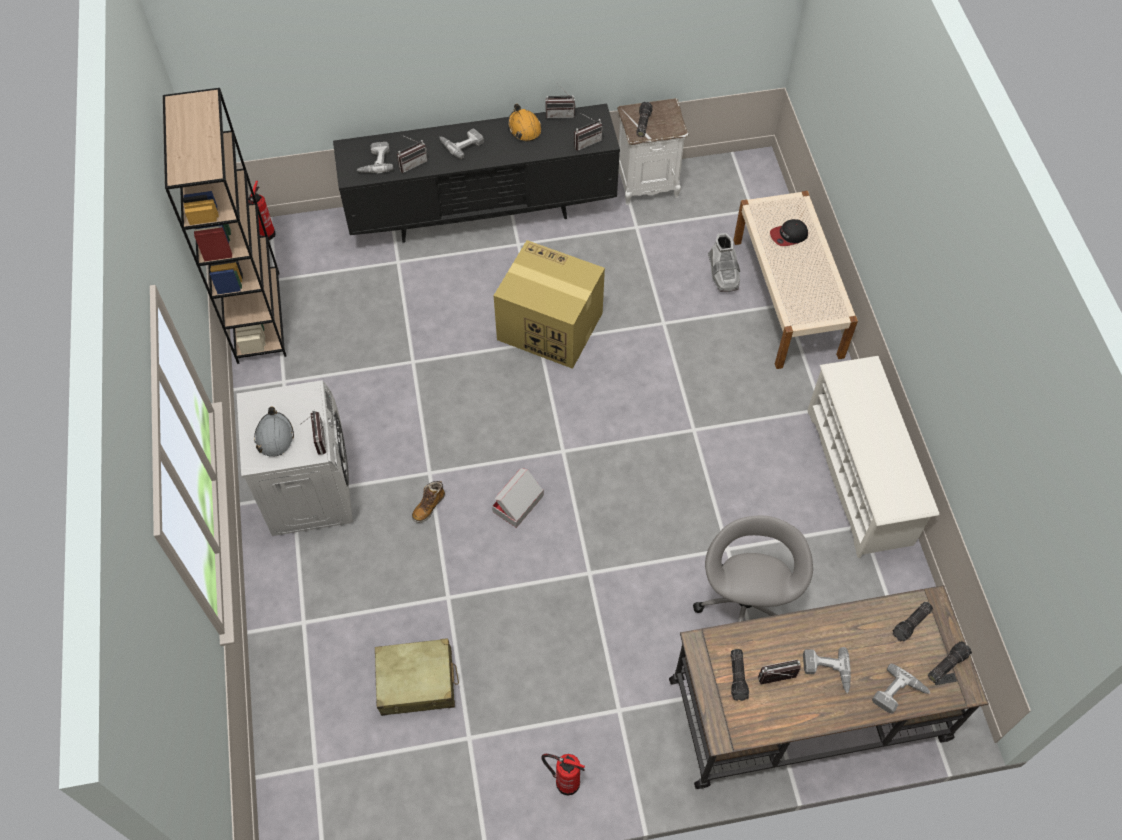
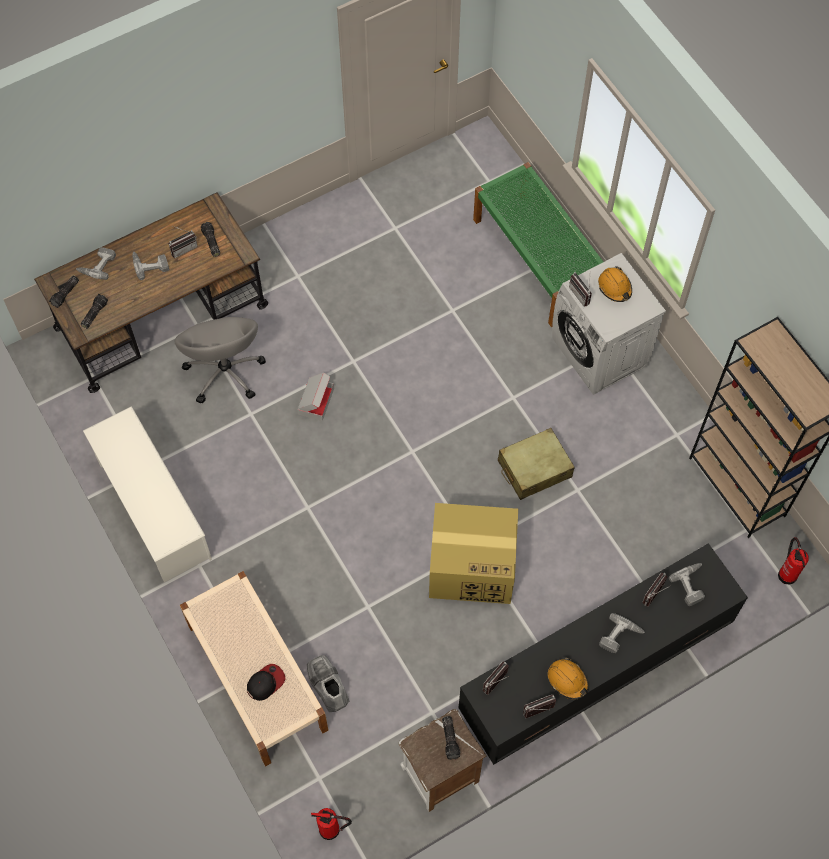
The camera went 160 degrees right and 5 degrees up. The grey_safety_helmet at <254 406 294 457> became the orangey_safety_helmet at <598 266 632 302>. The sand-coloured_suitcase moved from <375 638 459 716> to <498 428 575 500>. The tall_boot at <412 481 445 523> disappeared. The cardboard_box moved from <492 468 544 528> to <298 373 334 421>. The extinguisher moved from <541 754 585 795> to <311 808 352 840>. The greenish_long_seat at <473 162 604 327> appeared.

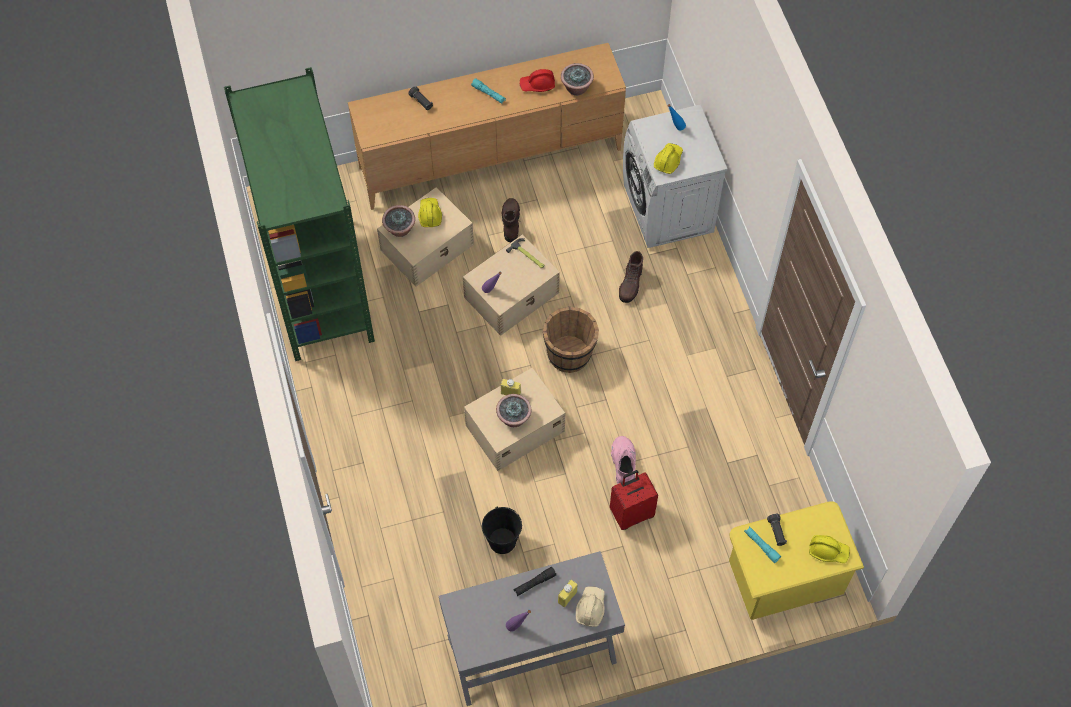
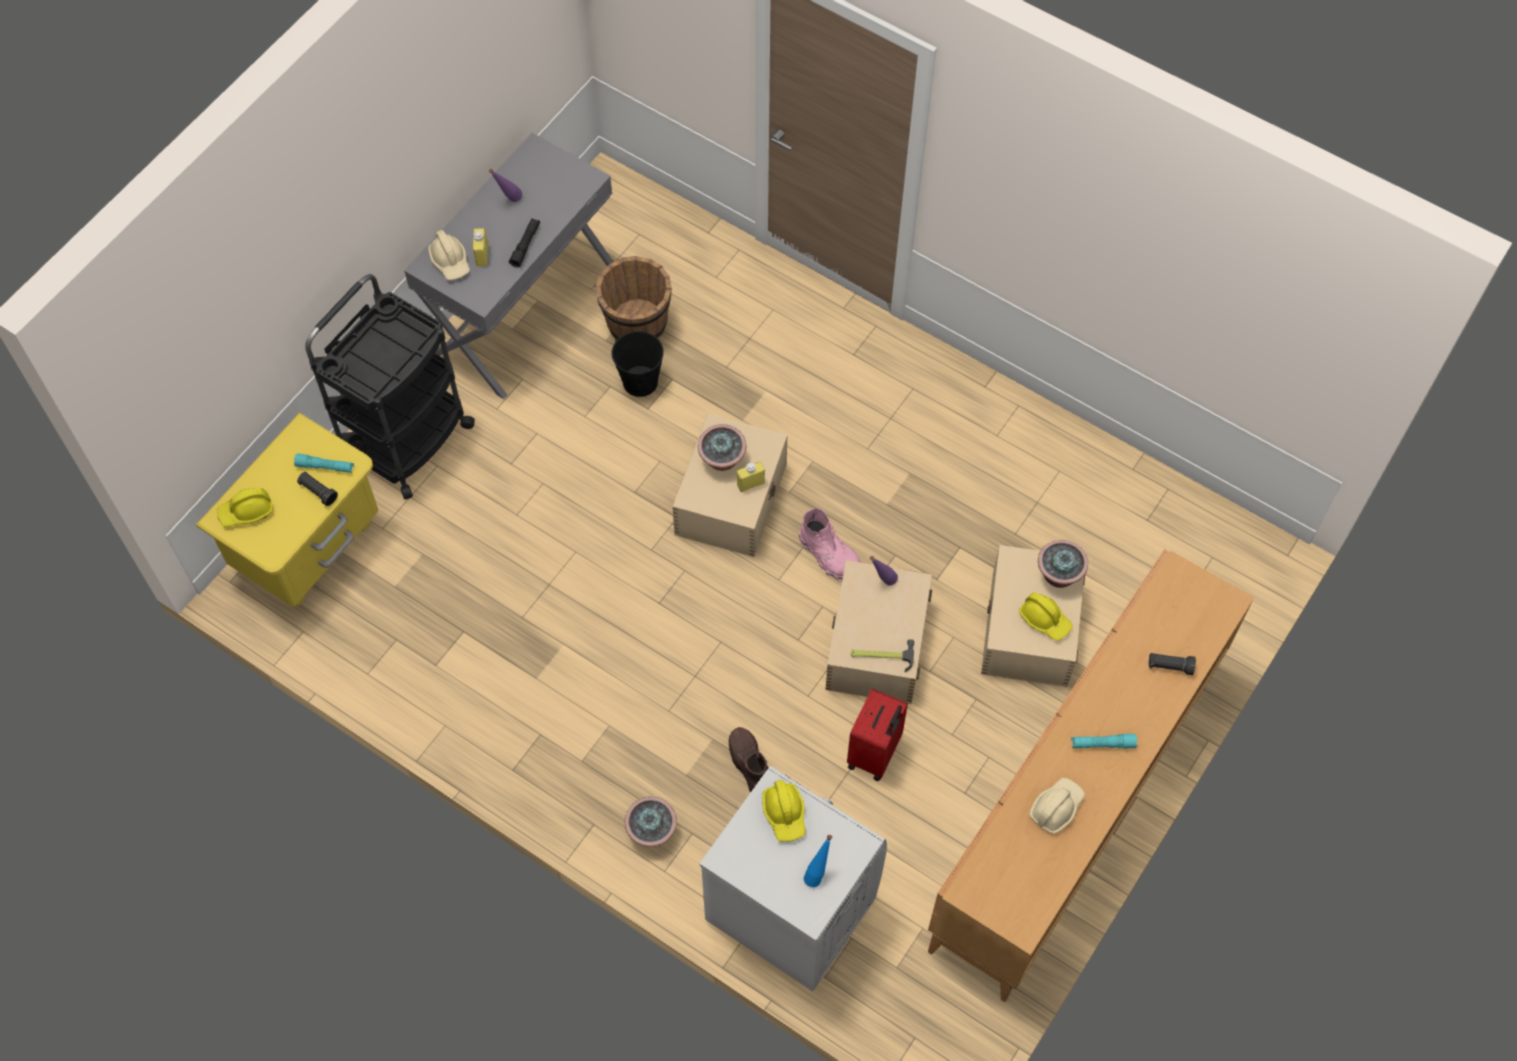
The camera went 140 degrees right and 0 degrees up. The greenish_bookcase at <224 67 375 361> disappeared. The brownish_tall_boot at <502 198 520 242> disappeared. The reddish_safety_helmet at <520 69 555 92> became the sand-coloured_safety_helmet at <1029 778 1085 834>. The brownish_bucket moved from <543 307 599 373> to <595 256 672 340>. The potted_plant moved from <561 63 594 96> to <625 796 677 847>. The reddish_suitcase moved from <610 470 658 530> to <847 688 908 781>. The pink-coloured_tall_boot moved from <611 436 636 484> to <799 508 861 581>. The black_wheeled_cart at <305 274 475 499> appeared.

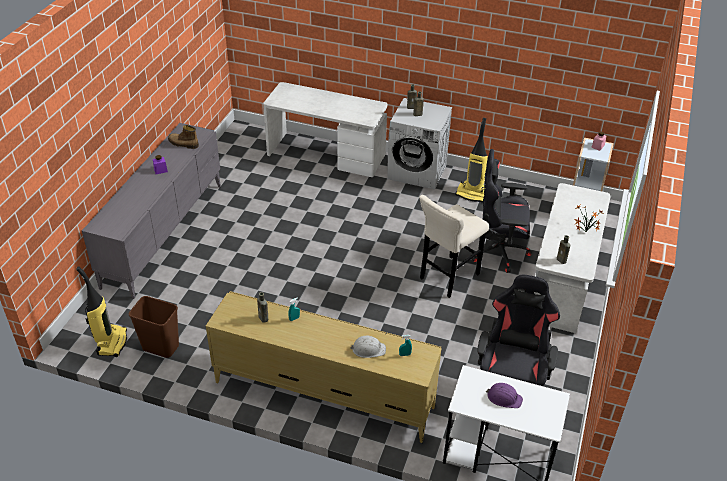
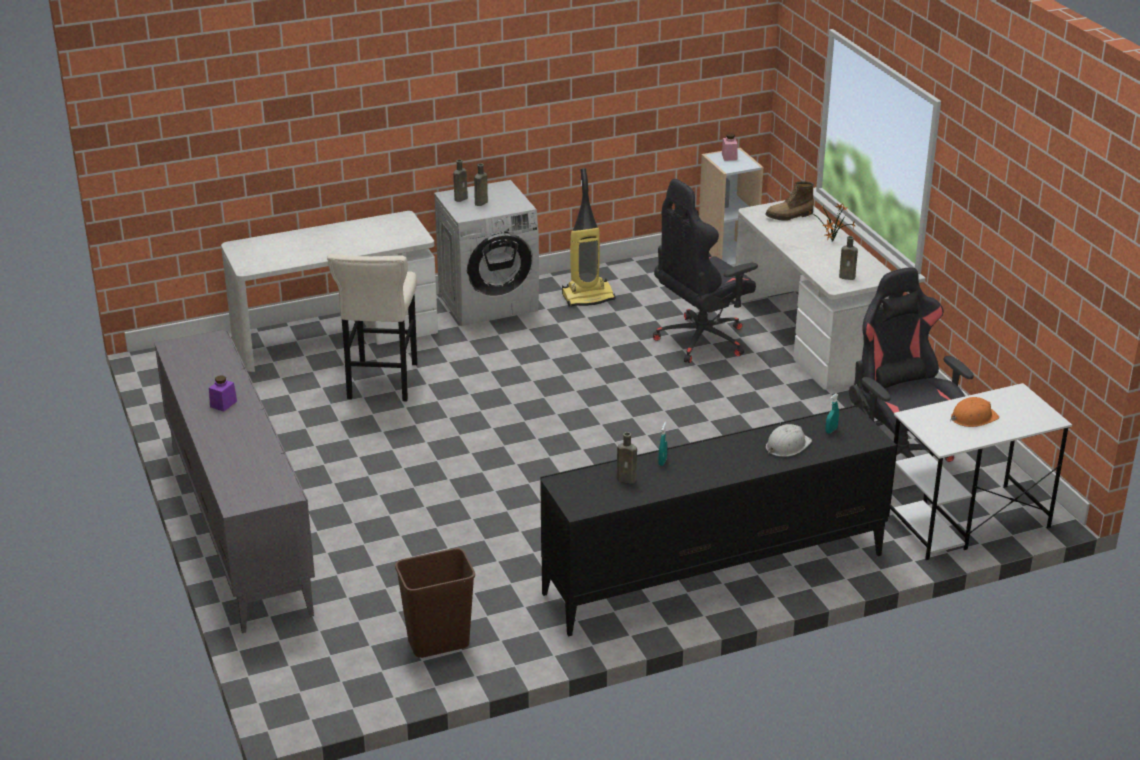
The camera went 40 degrees left and 10 degrees down. The vacuum_cleaner at <76 266 127 357> disappeared. The tall_boot moved from <168 125 199 149> to <765 181 814 221>. The sand-coloured_cupboard at <205 291 442 443> became the black_cupboard at <540 405 897 637>. The sand-coloured_stool moved from <419 195 489 298> to <327 254 417 401>. The purple_safety_helmet at <486 383 523 408> became the orangey_safety_helmet at <951 397 999 427>.

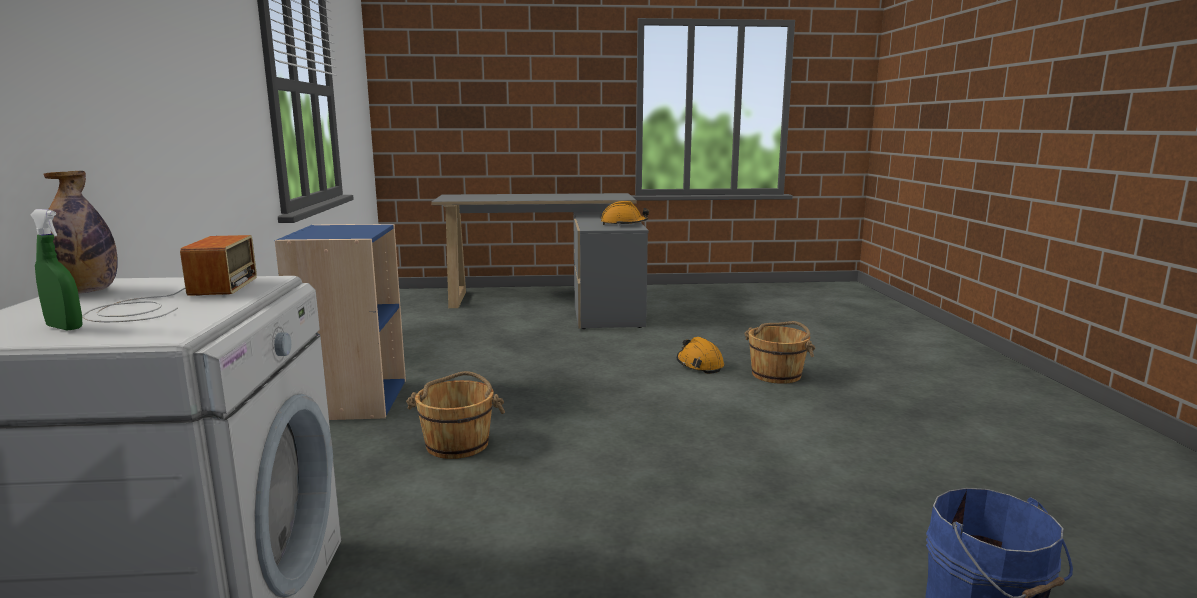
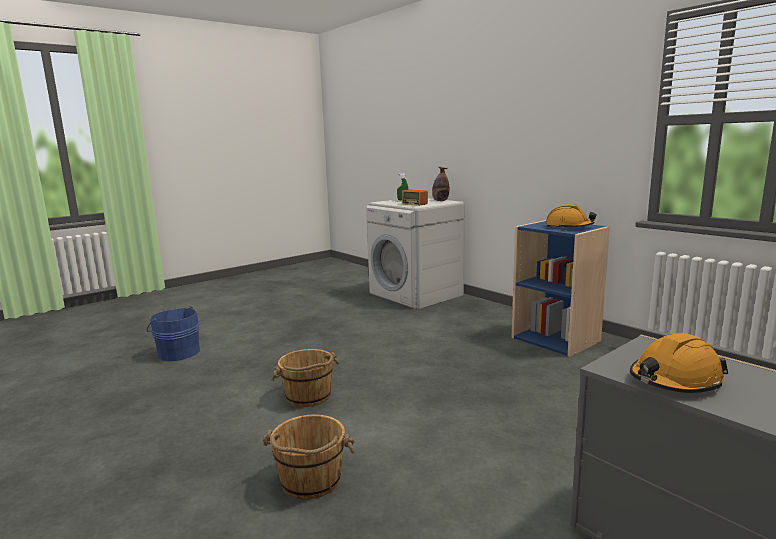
The camera went 145 degrees right and 0 degrees up. The brownish_bucket moved from <406 371 505 459> to <271 349 339 407>. The orangey_safety_helmet moved from <677 337 724 374> to <546 204 596 229>.

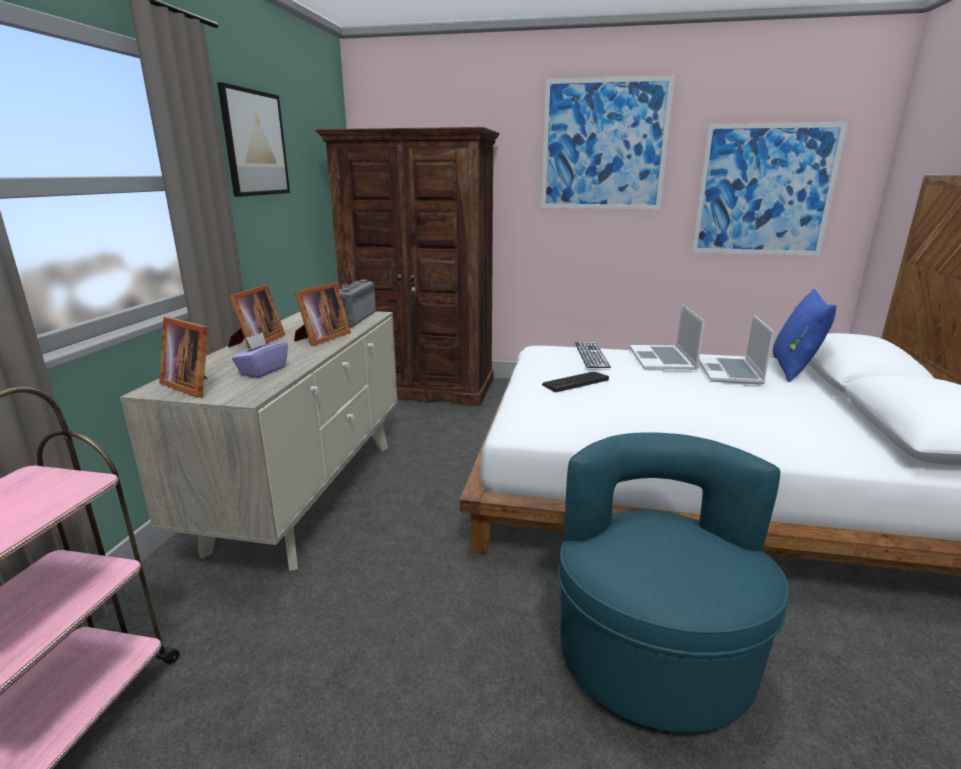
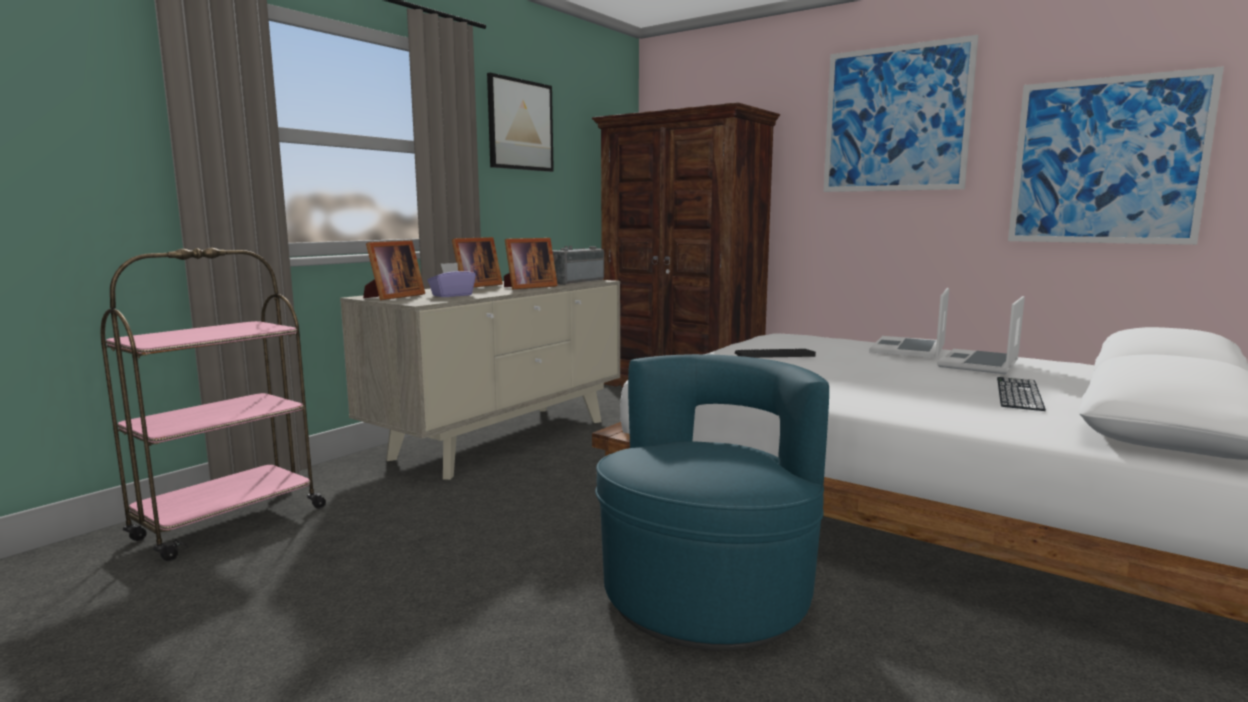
The camera went 25 degrees right and 10 degrees down. The photo_frame at <159 317 208 398> turned 120 degrees counterclockwise. The PC_keyboard moved from <575 342 611 368> to <997 377 1046 411>. The blue_cushion at <773 289 836 382> disappeared.

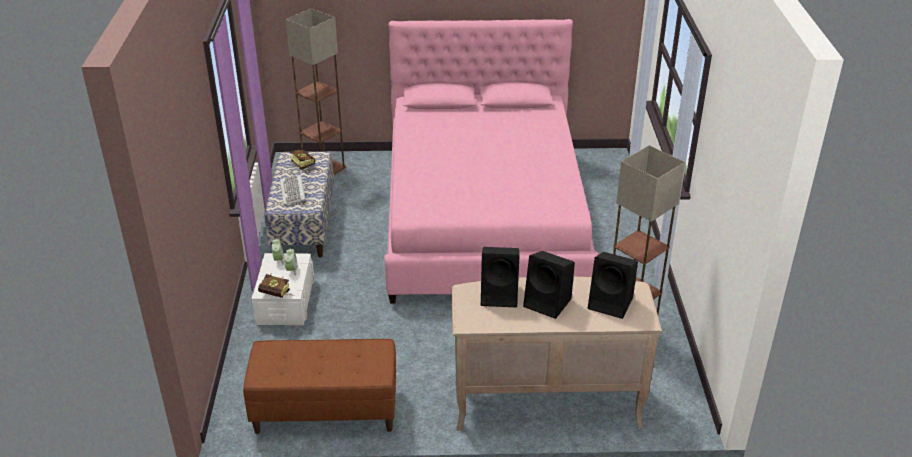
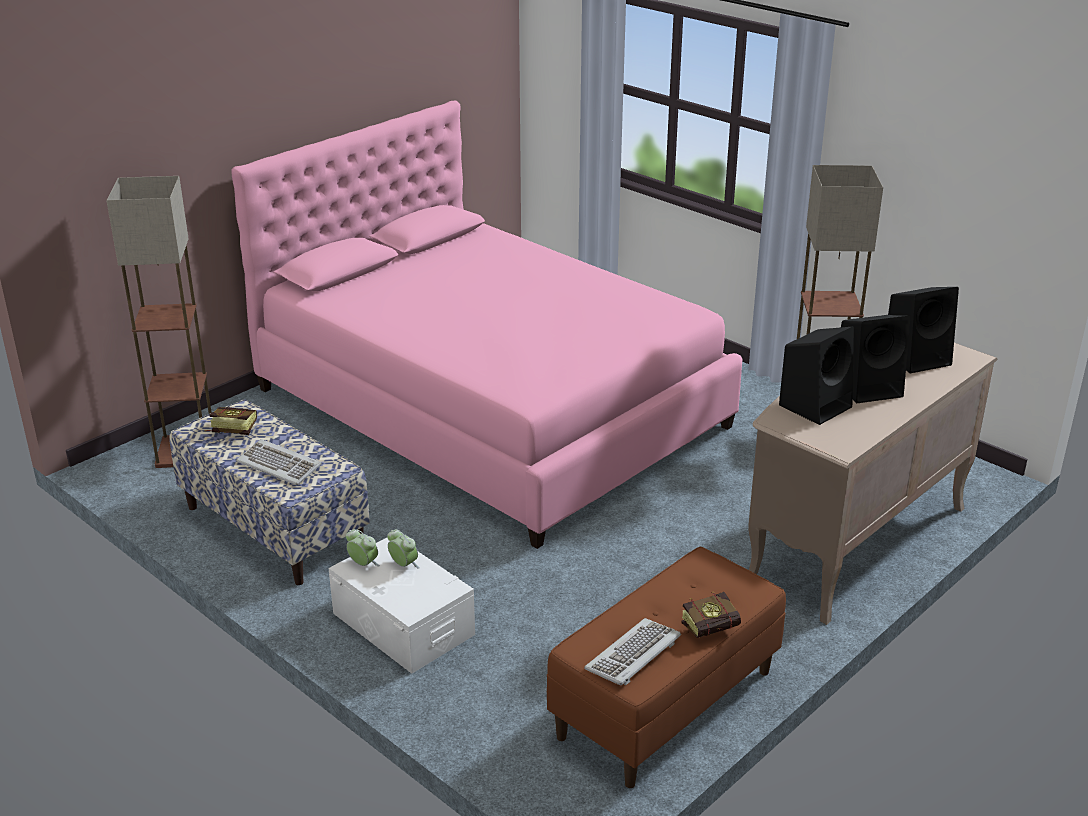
The camera went 45 degrees left and 5 degrees down. The volume moved from <258 273 294 298> to <682 592 741 638>. The PC_keyboard at <584 618 681 686> appeared.

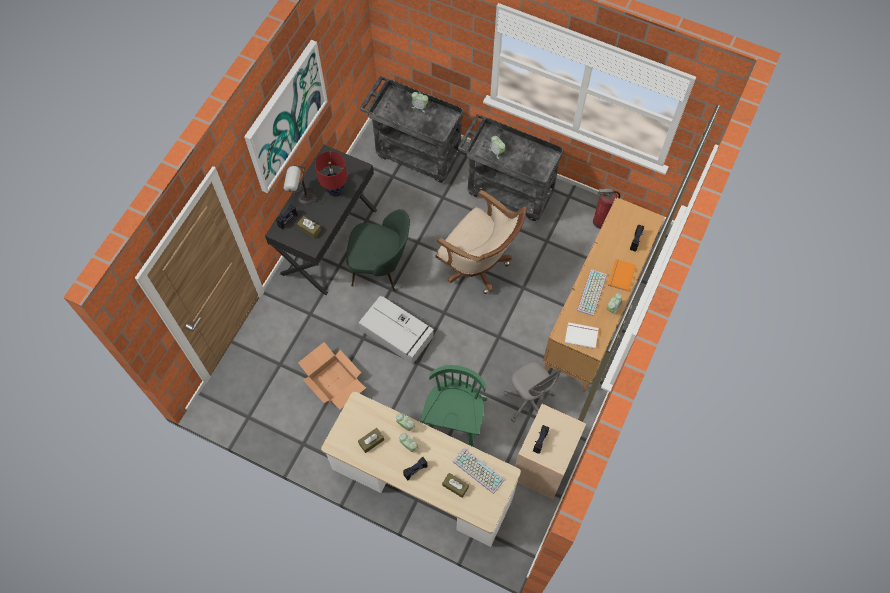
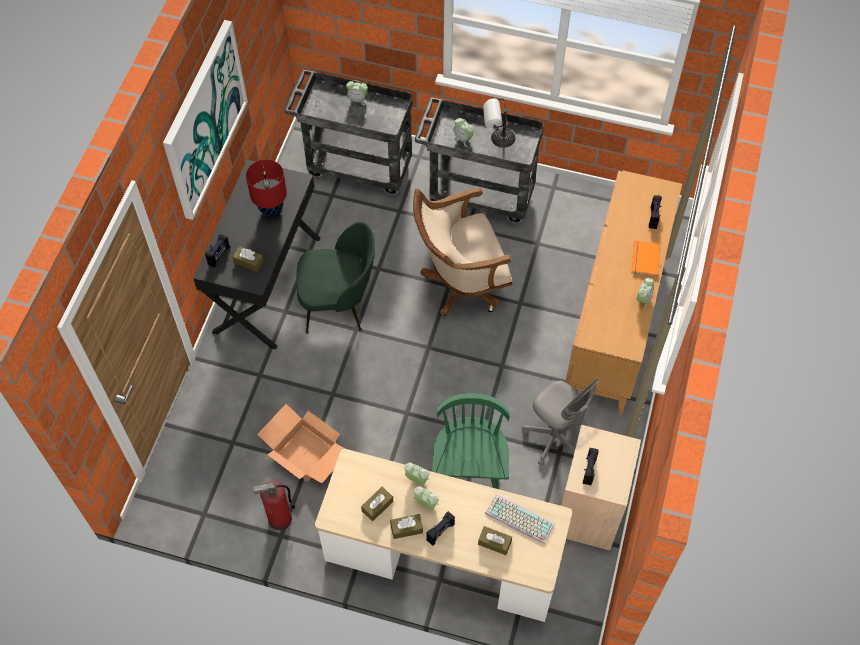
The camera went 10 degrees left and 5 degrees down. The lamp_for_a_table moved from <284 165 317 205> to <483 99 515 148>. The grey_storage_box at <359 296 434 364> disappeared. The computer_chair at <435 190 527 294> turned 135 degrees clockwise. The white_volume at <565 322 599 349> disappeared. The PC_keyboard at <577 269 607 316> disappeared. The extinguisher moved from <593 188 620 229> to <253 481 295 530>. The brownish_box_of_tissues at <390 514 423 539> appeared.

